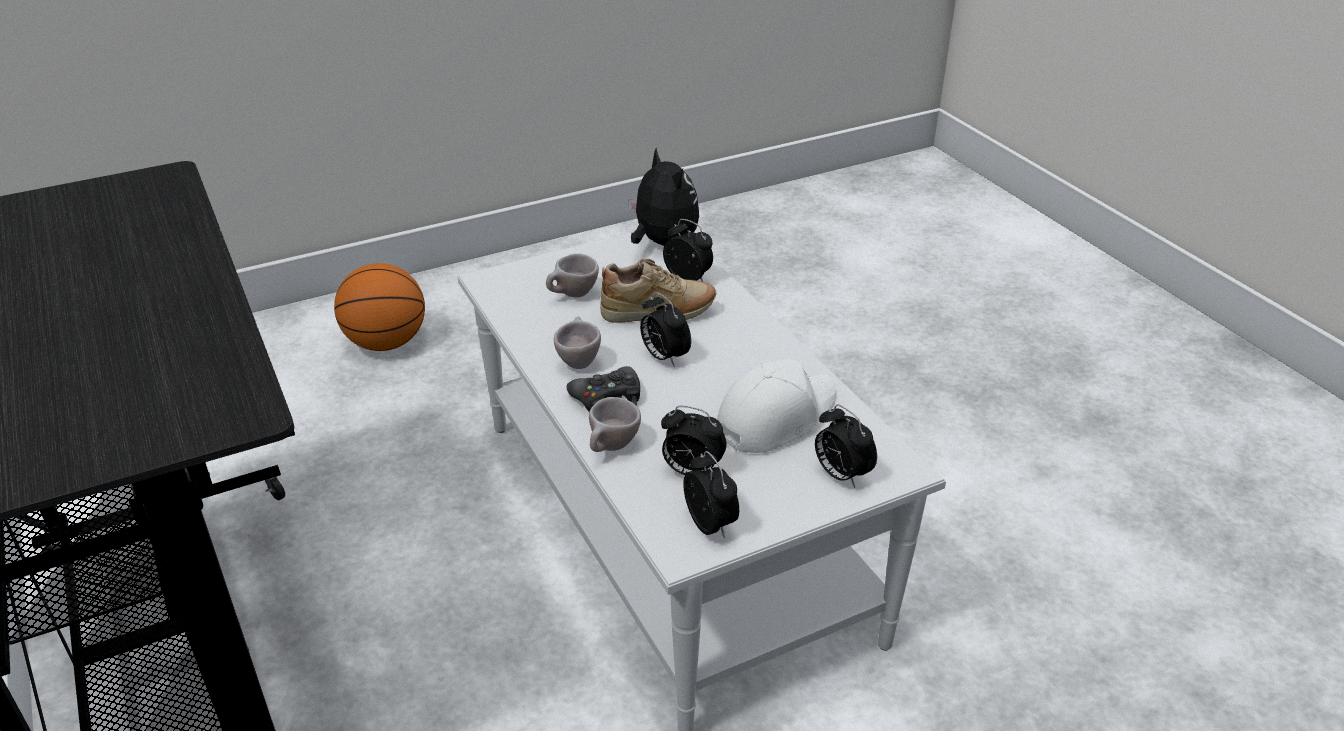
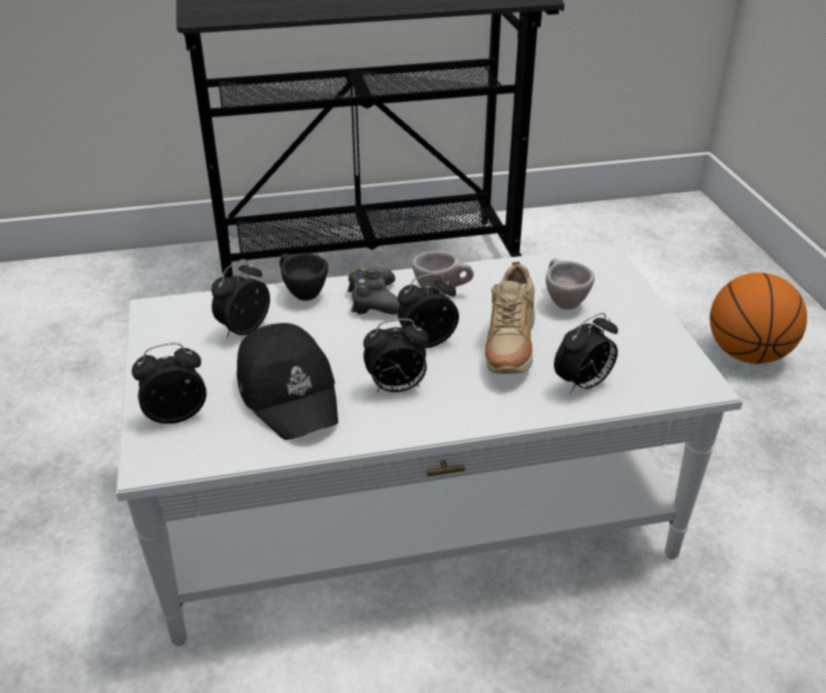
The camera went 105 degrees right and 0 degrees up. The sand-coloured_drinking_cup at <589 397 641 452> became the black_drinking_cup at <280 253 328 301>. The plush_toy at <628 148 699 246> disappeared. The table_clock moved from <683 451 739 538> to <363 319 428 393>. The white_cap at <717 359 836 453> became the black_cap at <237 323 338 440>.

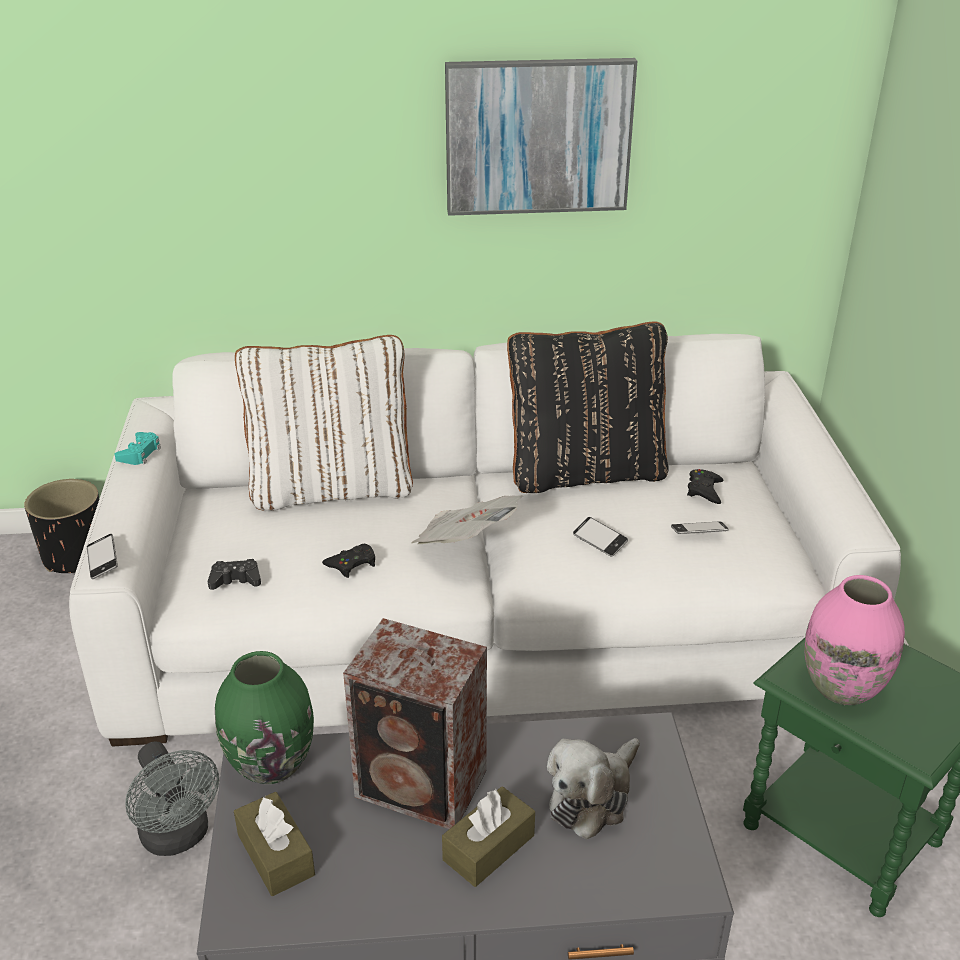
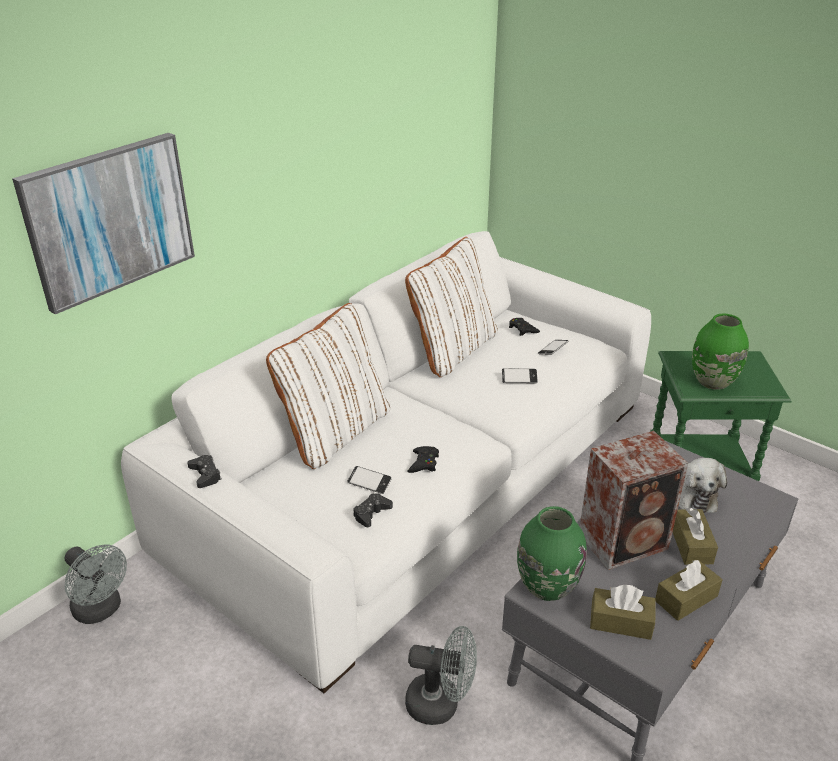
The camera went 45 degrees left and 0 degrees up. The black_flower_pot at <24 479 99 573> was replaced by the grey_fan at <65 544 127 624>. The phone moved from <87 534 118 579> to <347 466 392 494>. The turquoise-coloured_joypad at <114 432 161 465> became the black_joypad at <187 455 222 488>. The printed_paper at <412 495 523 544> disappeared. The wall_art moved from <445 58 637 216> to <12 133 195 314>. The black_cushion at <507 321 669 493> became the white_cushion at <405 237 498 377>. The pink-coloured_vase at <805 575 905 705> became the greenish_vase at <692 314 749 390>. The brownish_box_of_tissues at <655 560 723 621> appeared.

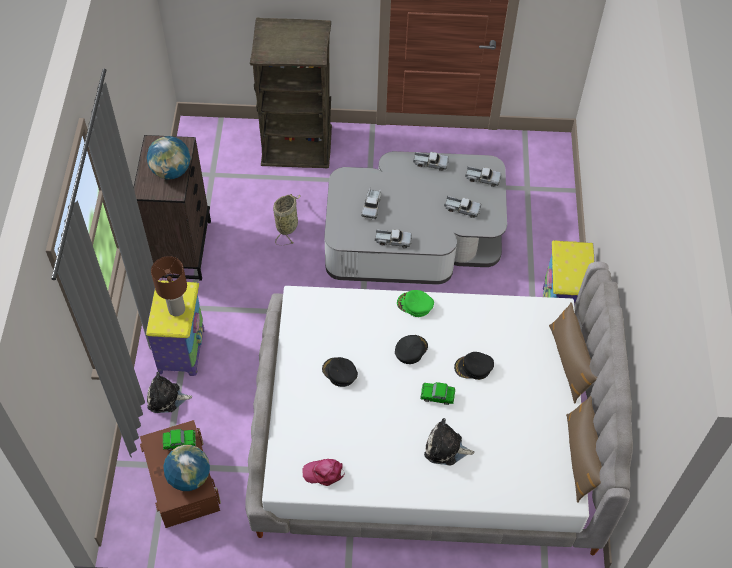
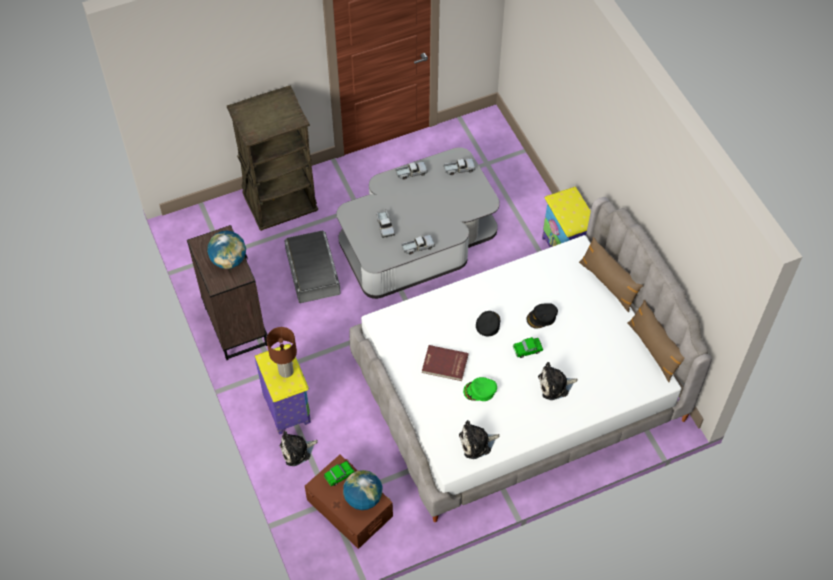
The camera went 25 degrees left and 0 degrees up. The household_basket at <273 194 300 245> was replaced by the grey_storage_box at <284 231 341 303>. The pink-coloured_cap at <302 459 344 486> was replaced by the plush_toy at <459 420 500 459>. The black_cap at <322 357 358 387> was replaced by the reddish_volume at <422 345 469 381>. The greenish_cap moved from <397 290 434 317> to <463 377 497 401>. The toy_lorry at <444 196 481 218> disappeared.

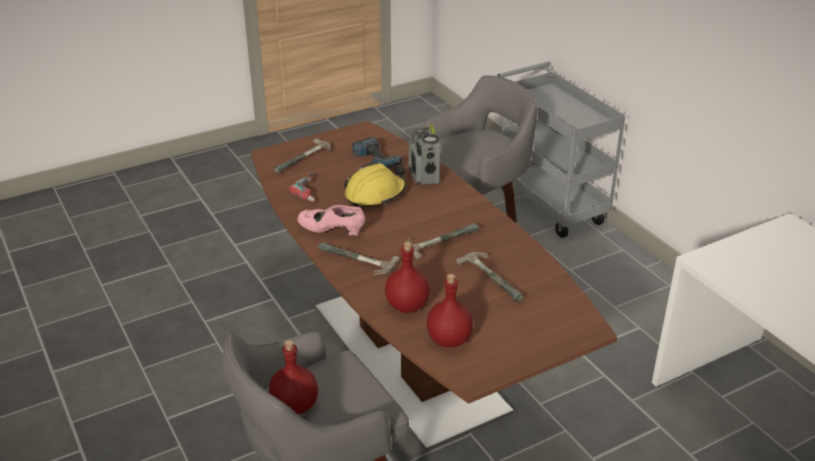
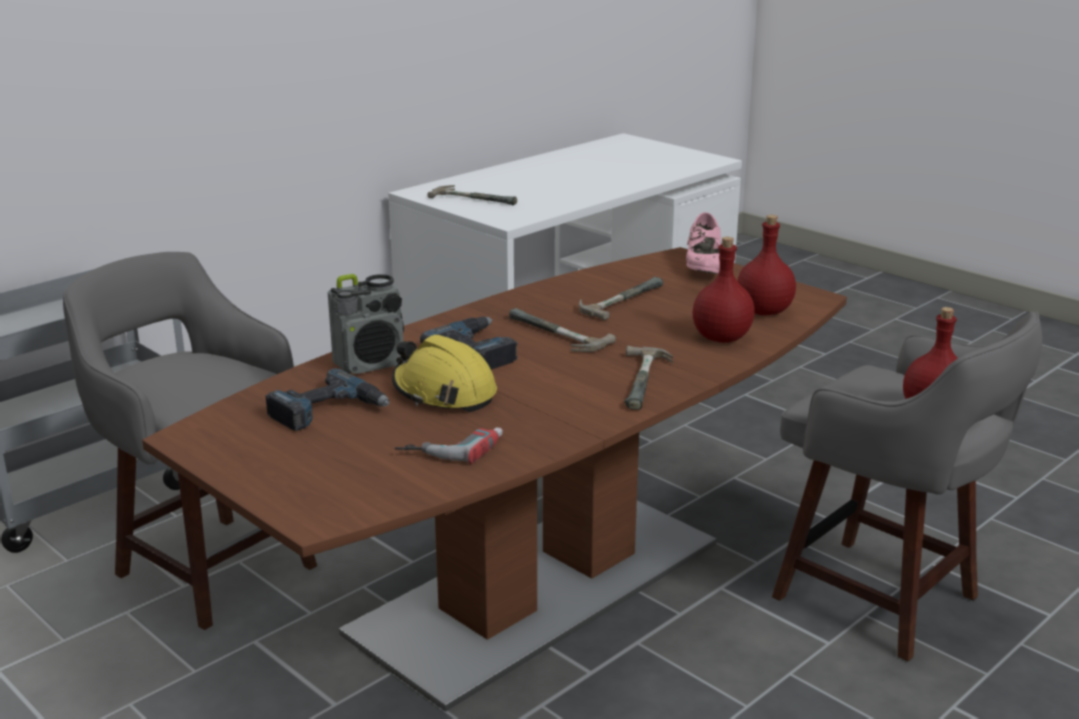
The camera went 105 degrees left and 10 degrees down. The hand_hammer moved from <274 138 331 173> to <427 185 517 205>. The pink-coloured_shoe moved from <298 205 365 236> to <686 212 721 274>. The electric_drill at <420 317 518 370> appeared.

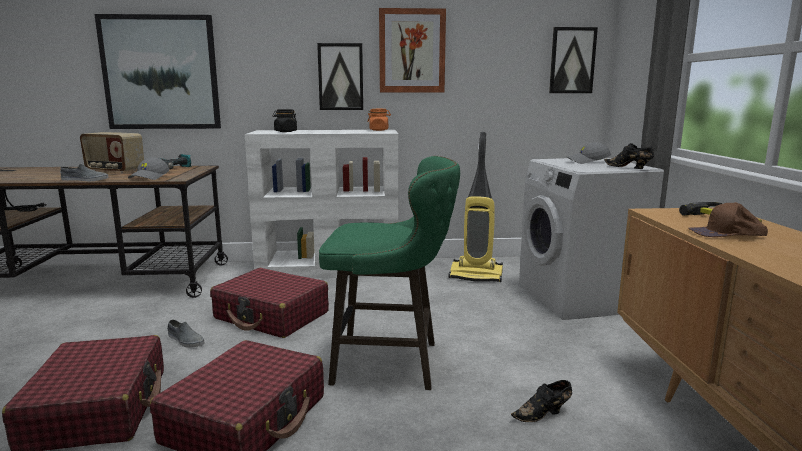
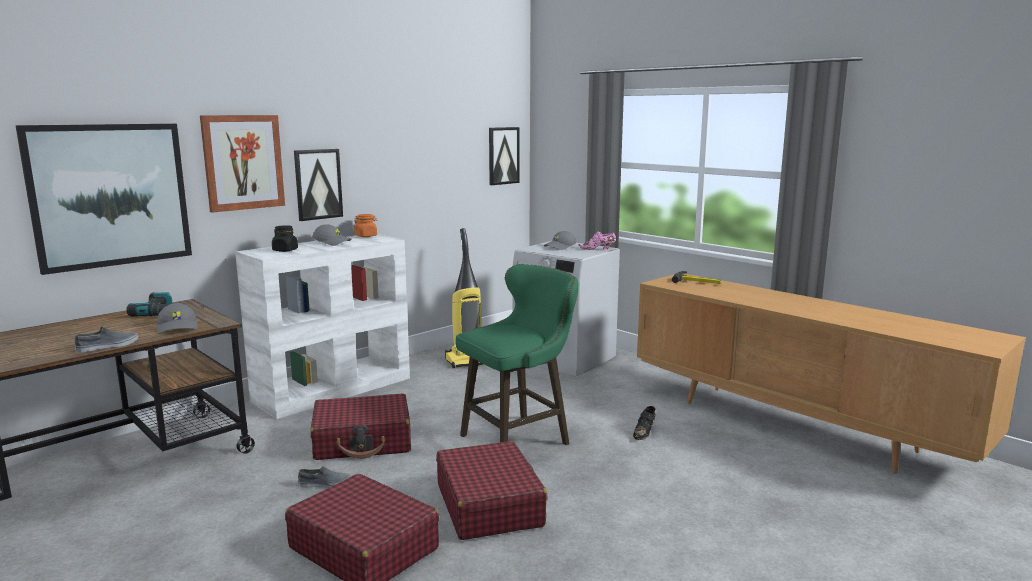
The camera went 40 degrees left and 0 degrees up. The radio_receiver at <80 132 144 173> disappeared. The wall_art moved from <379 8 446 92> to <200 115 285 213>. The black_shoe at <604 143 654 169> became the pink-coloured_shoe at <578 232 616 250>. The brownish_cap at <688 202 768 237> disappeared. The grey_cap at <312 224 351 246> appeared.

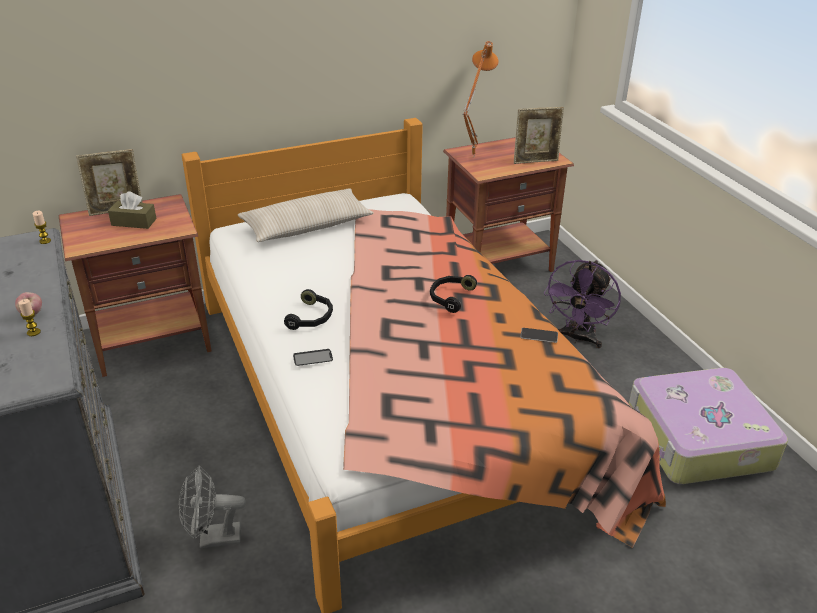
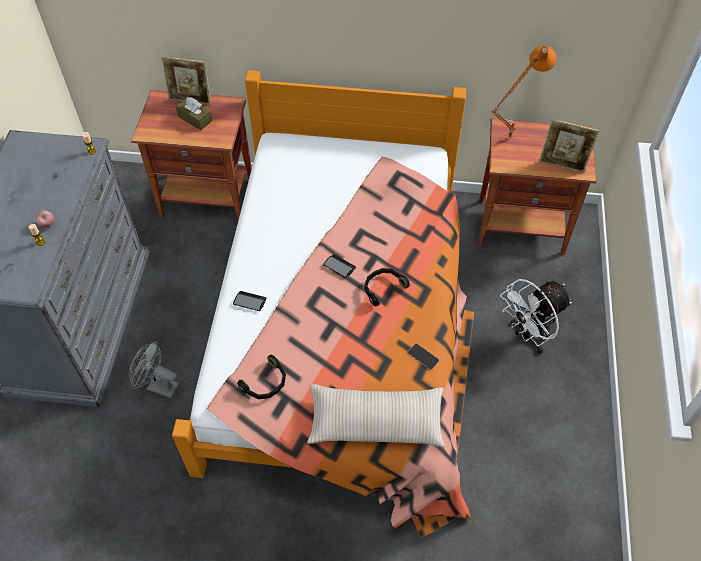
The camera went 30 degrees right and 20 degrees up. The sand-coloured_cushion moved from <238 189 374 242> to <307 384 445 447>. The black_headphones moved from <284 289 333 330> to <237 355 286 399>. The purple_fan at <544 260 621 348> became the white_fan at <500 279 572 354>. The suitcase at <629 368 788 484> disappeared. The phone at <323 254 356 278> appeared.

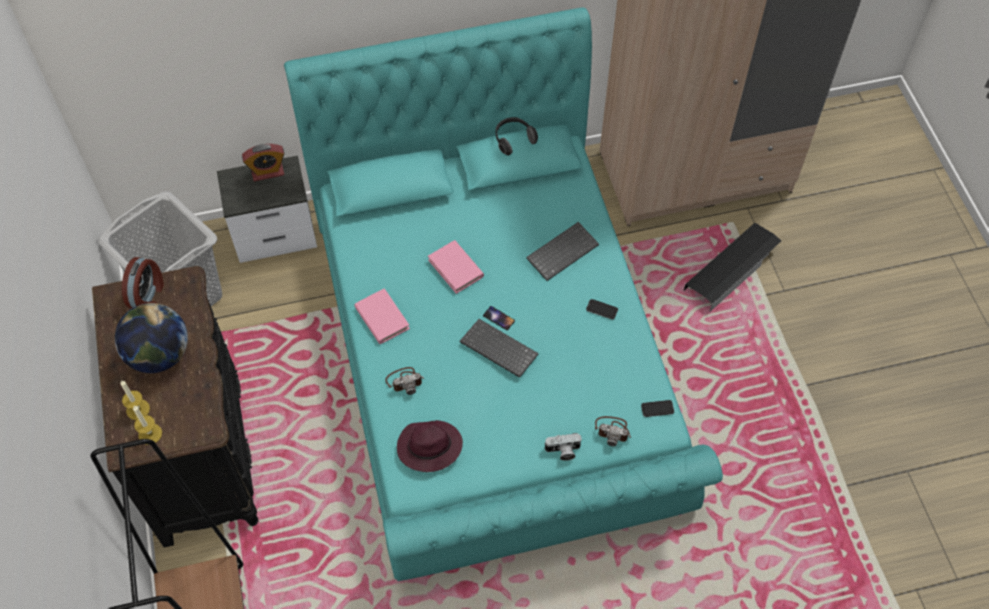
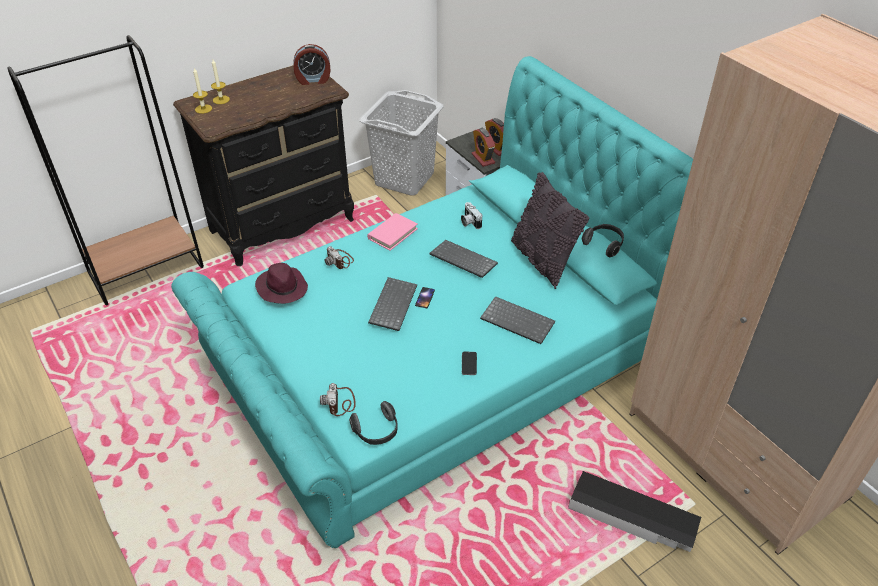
The camera went 70 degrees right and 15 degrees down. The world_globe at <115 303 188 373> disappeared. The pink-coloured_volume at <428 240 484 294> was replaced by the PC_keyboard at <429 240 498 278>. The photo_camera moved from <544 433 582 461> to <461 202 483 229>. The phone at <641 400 674 417> was replaced by the headphones at <349 401 398 445>. The table_clock at <472 128 495 167> appeared. The black_cushion at <511 172 589 289> appeared.

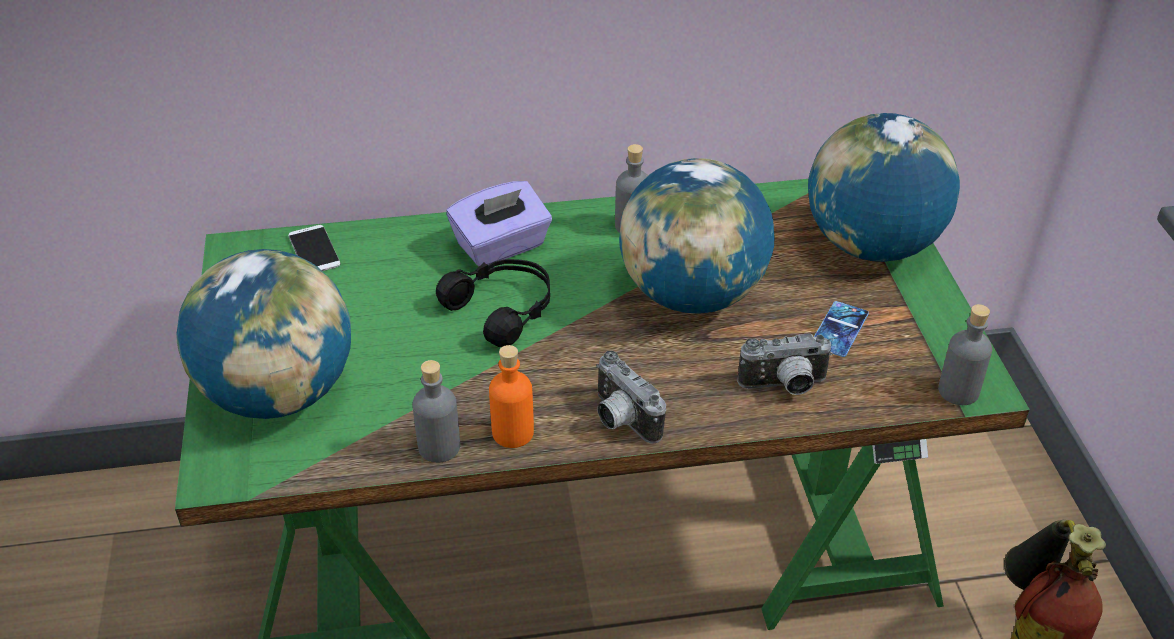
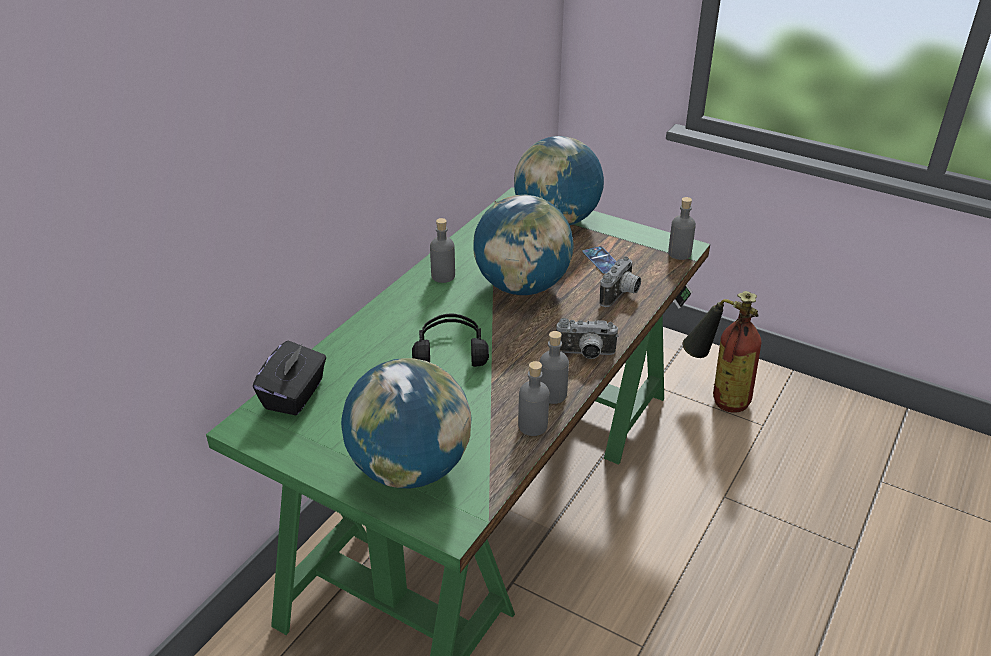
The camera went 50 degrees left and 5 degrees down. The phone at <288 225 340 271> was replaced by the black_box_of_tissues at <253 340 326 415>. The purple_box_of_tissues at <446 181 552 267> disappeared. The orangey_bottle at <489 345 534 448> became the grey_bottle at <540 331 569 404>.

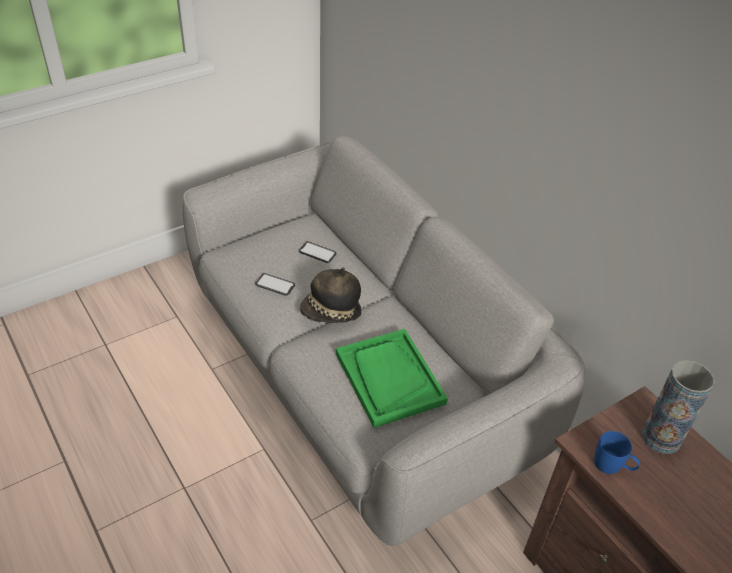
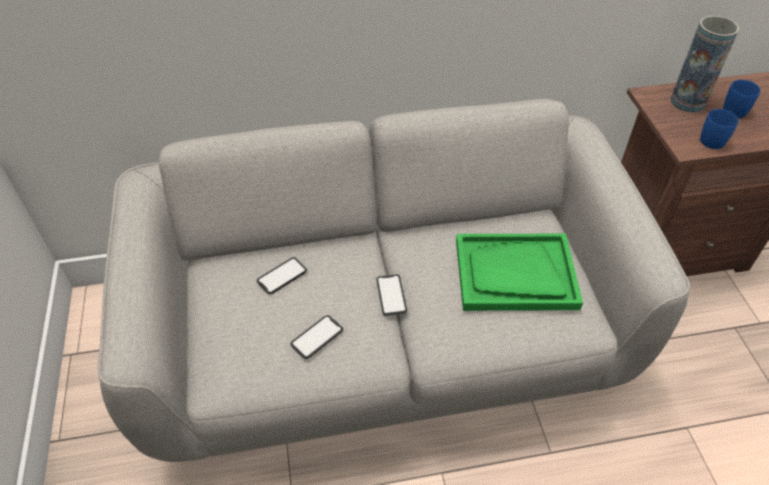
The camera went 65 degrees left and 5 degrees up. The clothing_hat at <300 268 361 323> was replaced by the phone at <376 274 407 316>. The blue_mug at <723 80 761 118> appeared.

